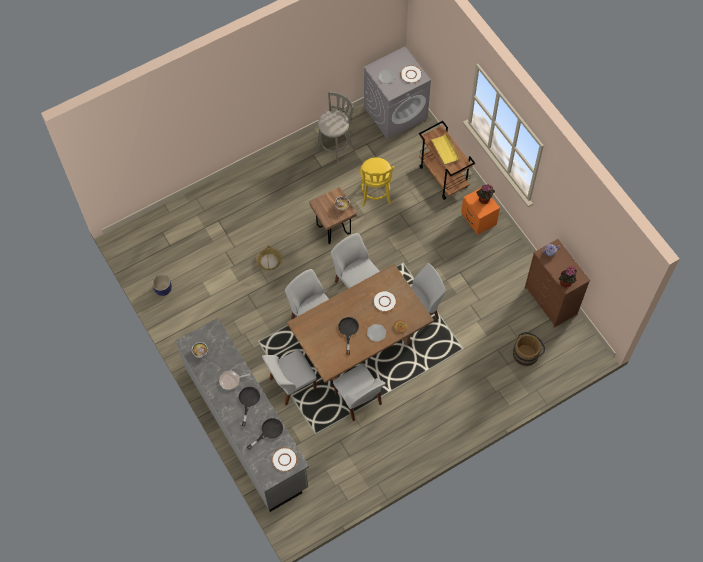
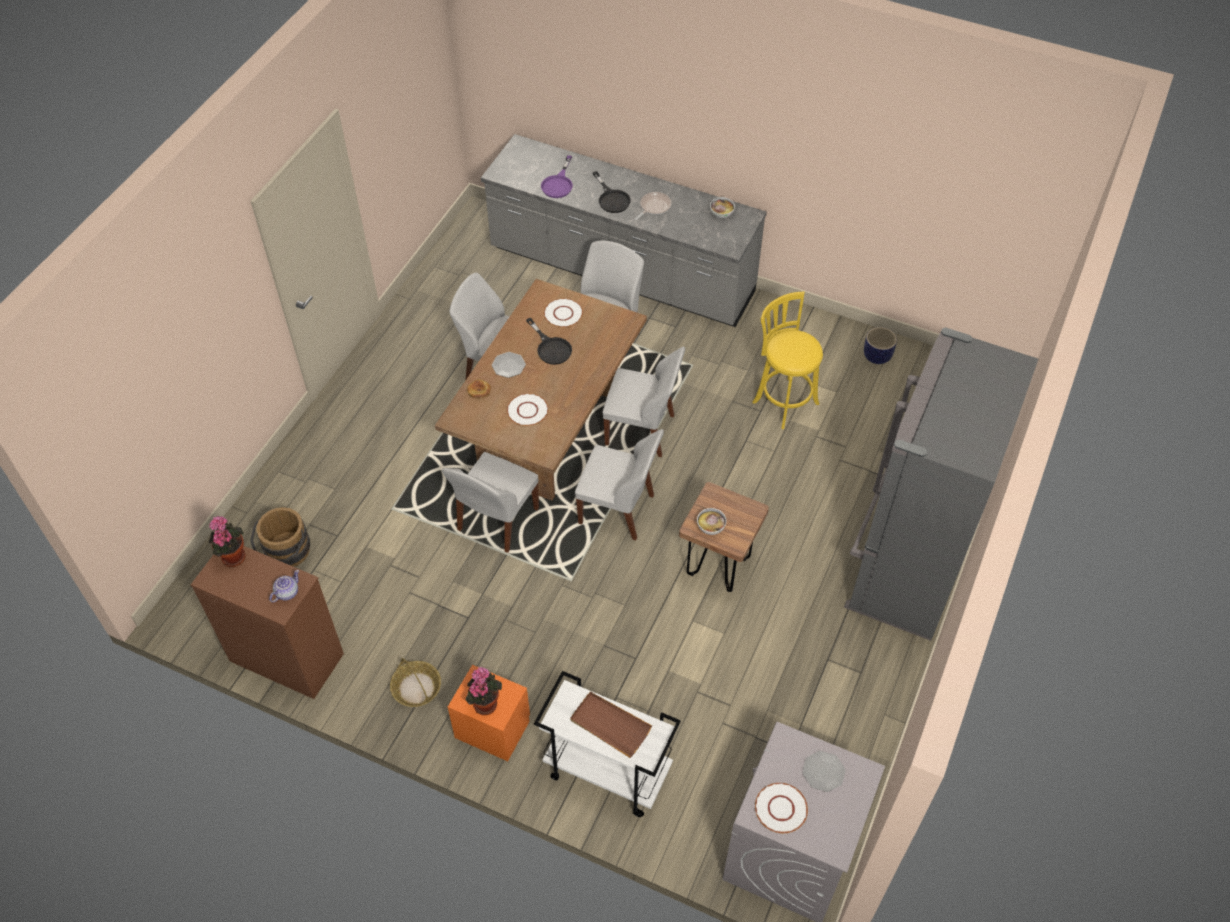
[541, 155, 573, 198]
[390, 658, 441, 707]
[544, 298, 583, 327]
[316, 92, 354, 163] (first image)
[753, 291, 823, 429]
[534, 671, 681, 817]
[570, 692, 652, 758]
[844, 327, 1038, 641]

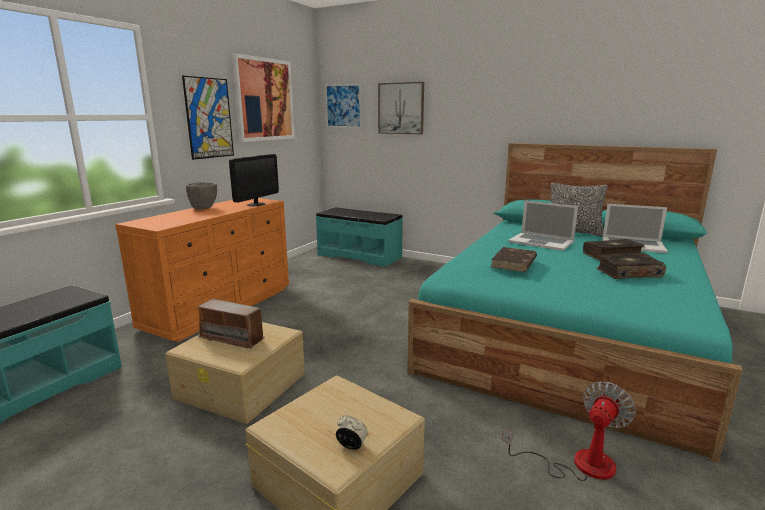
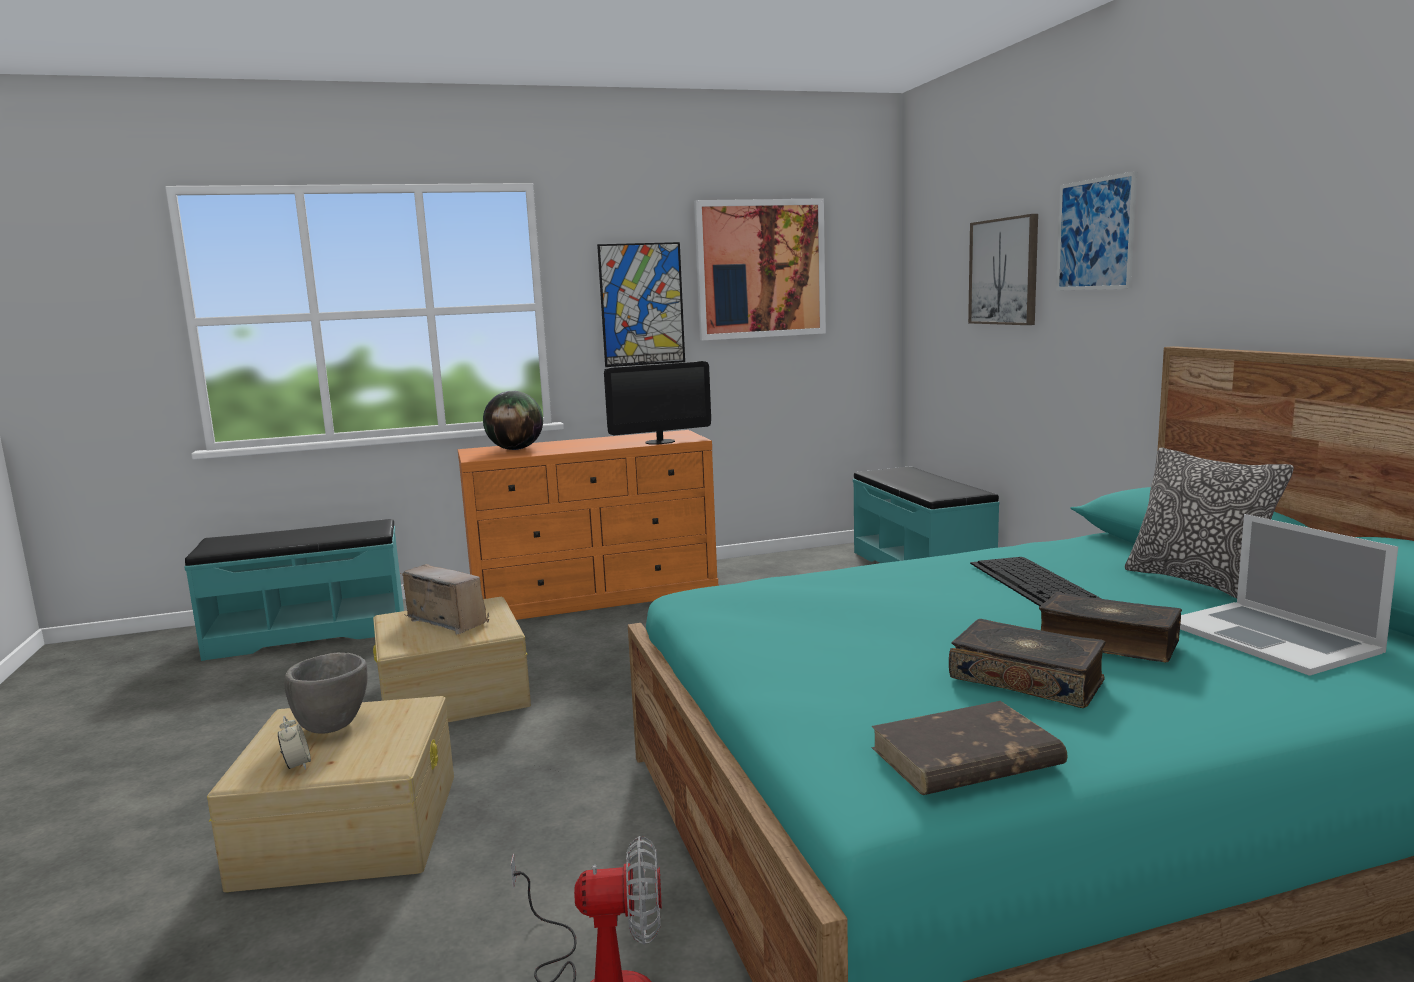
[284, 653, 367, 734]
[400, 564, 489, 635]
[1056, 171, 1137, 291]
[871, 701, 1068, 795]
[970, 557, 1102, 606]
[483, 391, 543, 450]

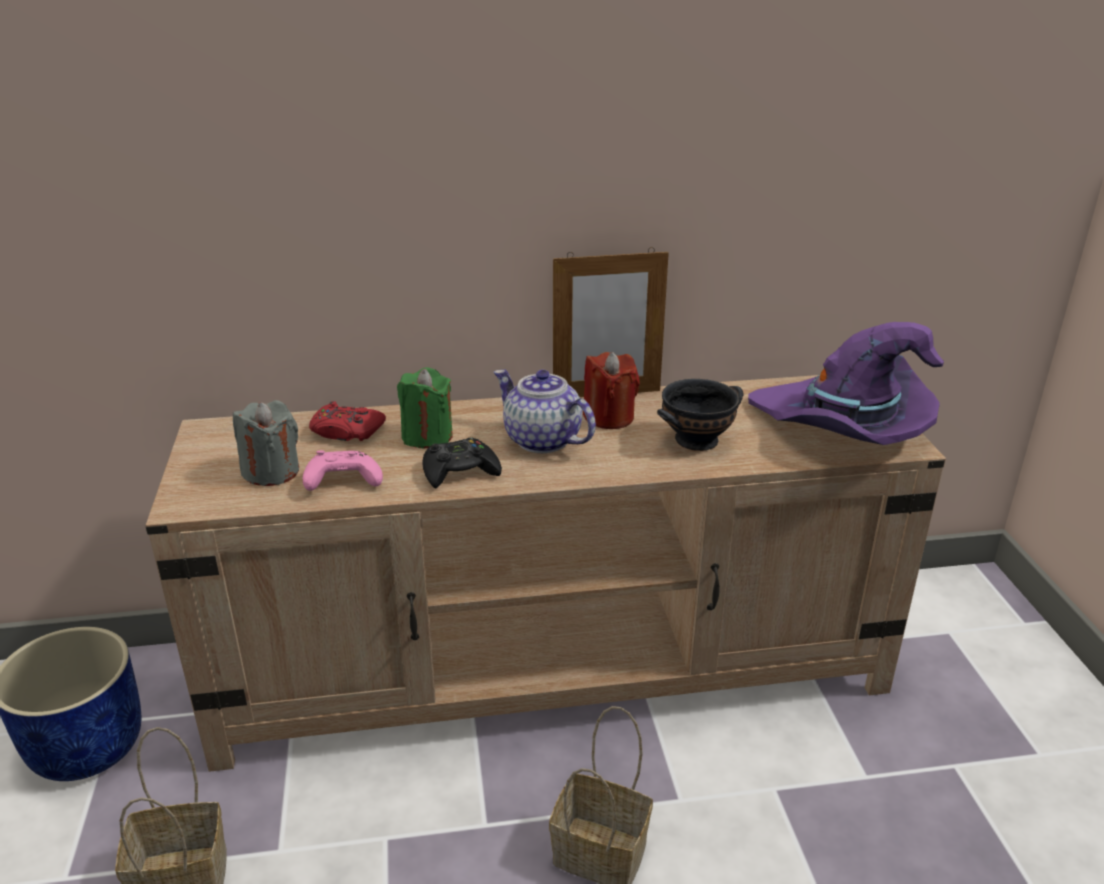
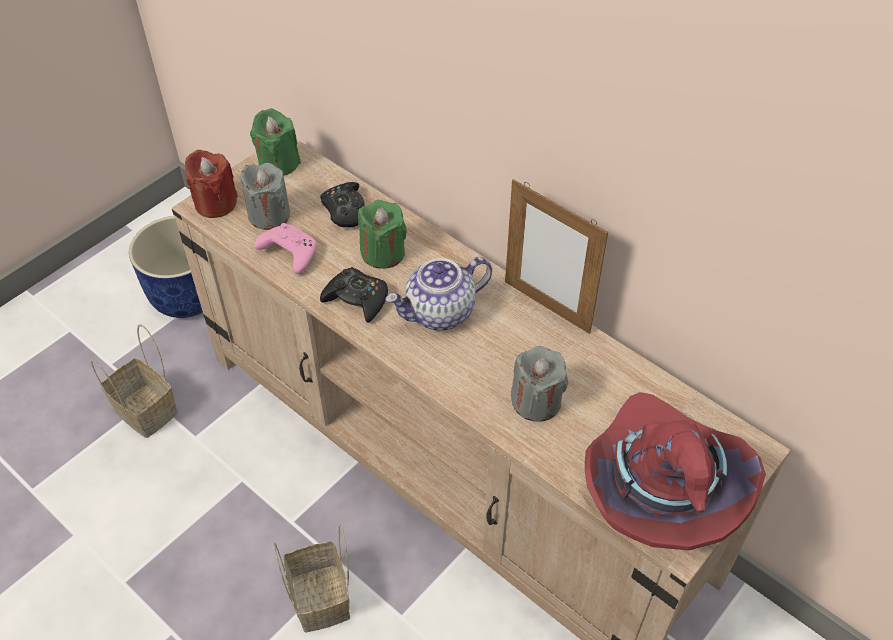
[320, 182, 364, 228]
[385, 257, 492, 330]
[185, 150, 238, 218]
[511, 346, 568, 422]
[585, 392, 766, 550]
[250, 109, 301, 176]

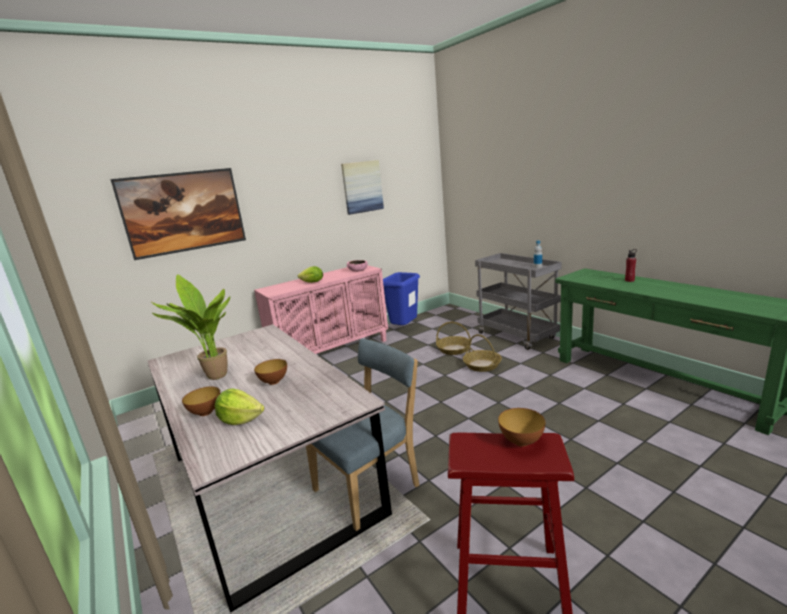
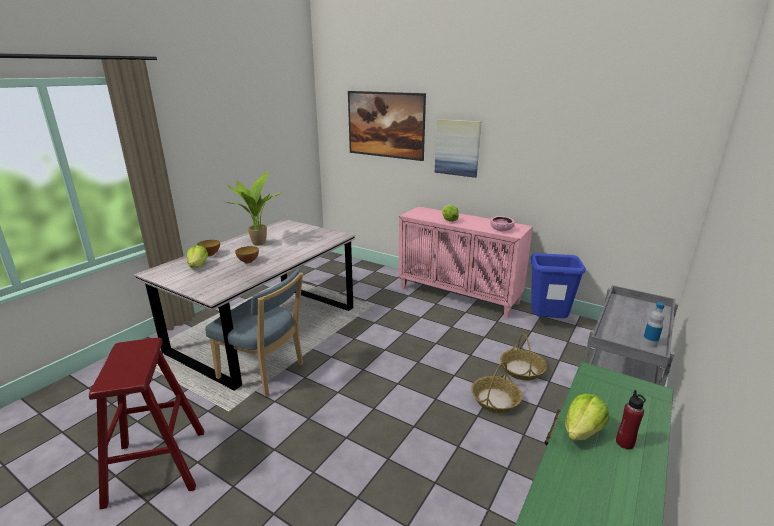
[435, 119, 481, 178]
[498, 408, 545, 447] (first image)
[565, 394, 609, 441]

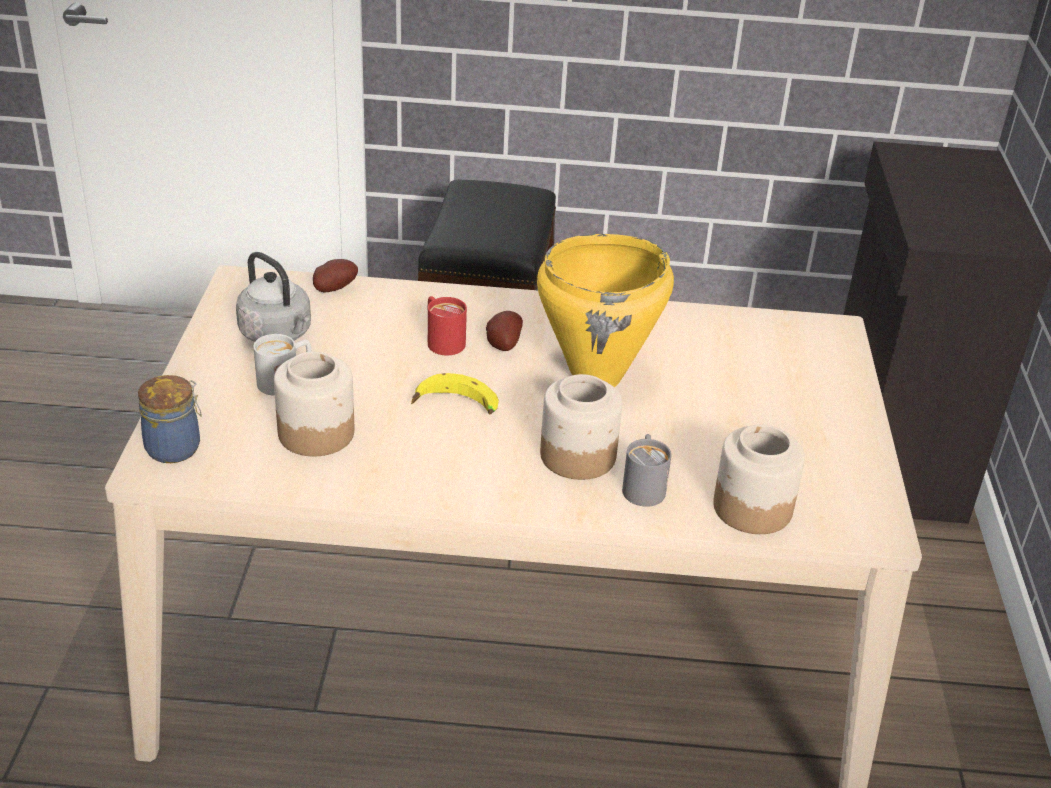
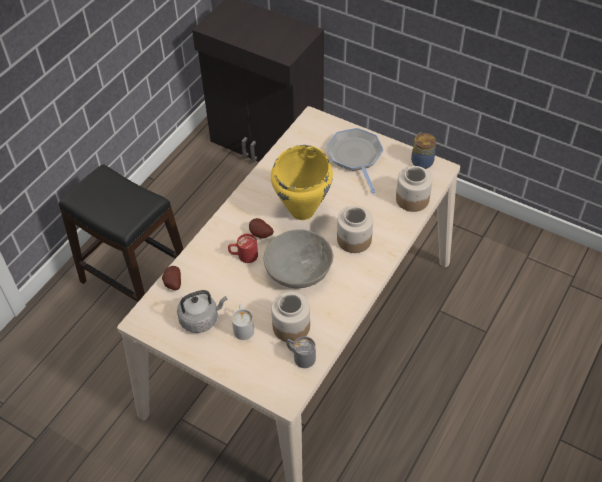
[411, 133, 436, 169]
[264, 229, 333, 288]
[286, 336, 316, 368]
[326, 128, 383, 194]

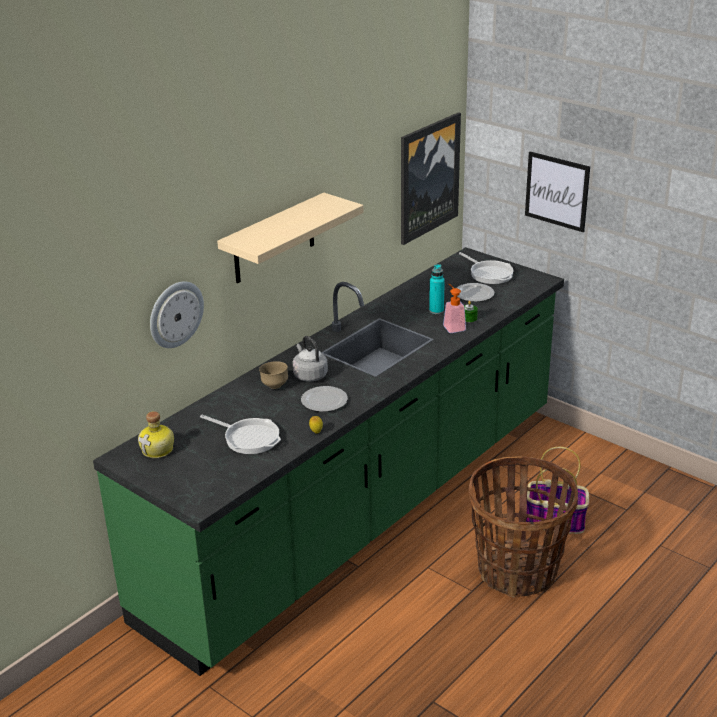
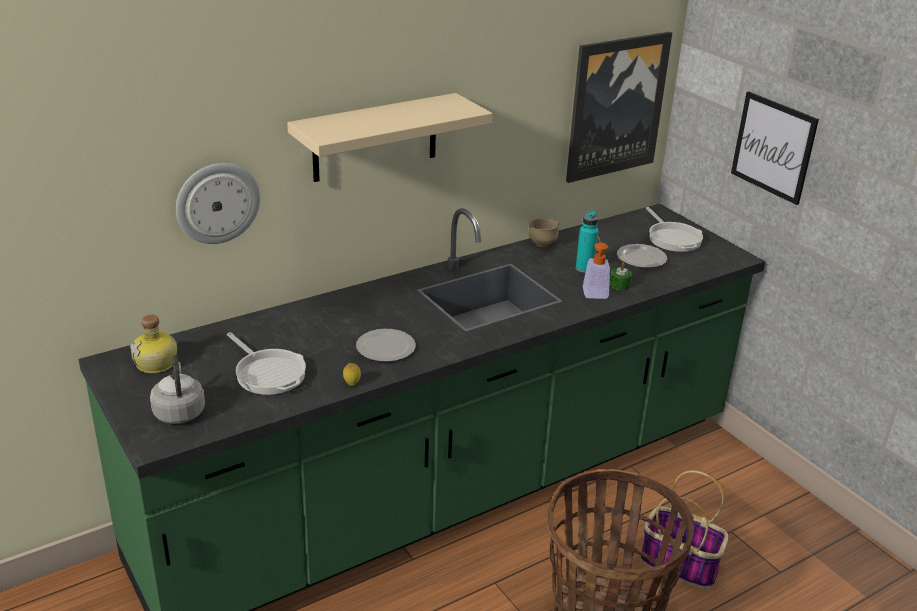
[529, 218, 559, 247]
[150, 355, 205, 424]

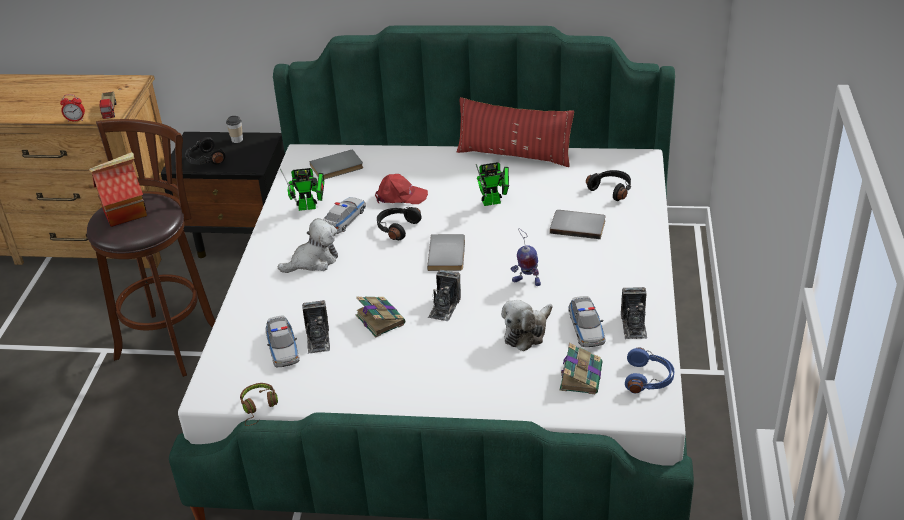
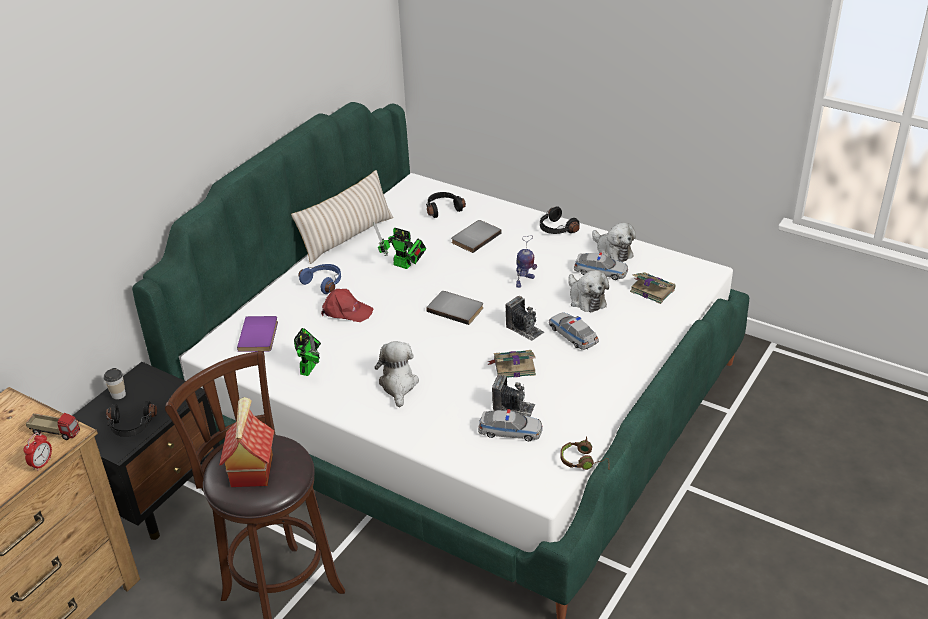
[237, 316, 278, 352]
[549, 312, 599, 350]
[321, 289, 374, 322]
[540, 206, 580, 234]
[291, 170, 393, 264]
[373, 223, 426, 269]
[592, 222, 636, 262]
[298, 264, 341, 294]

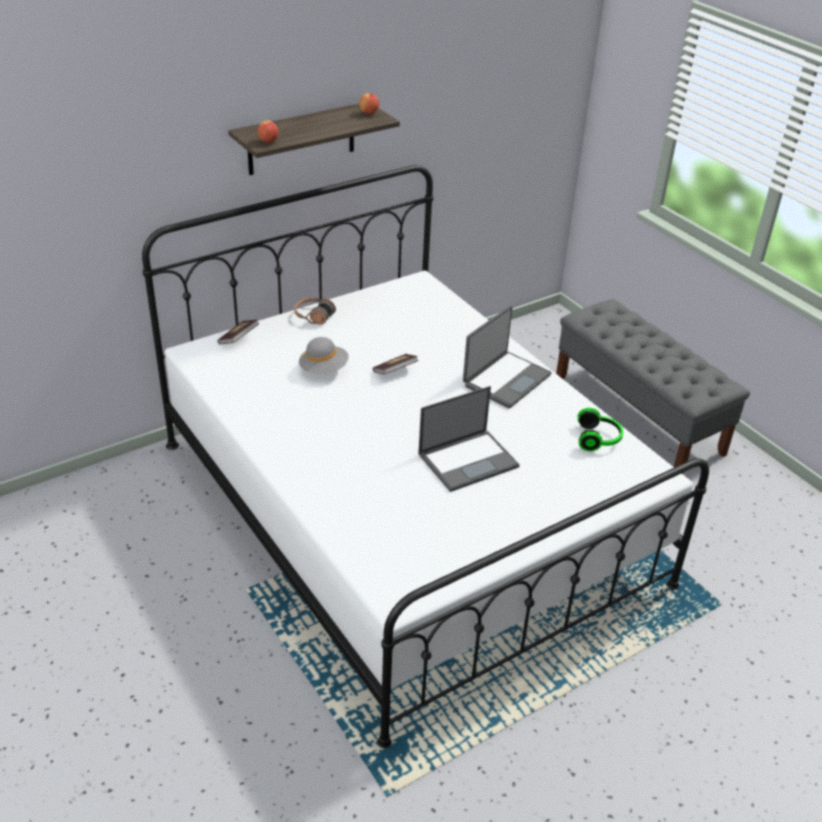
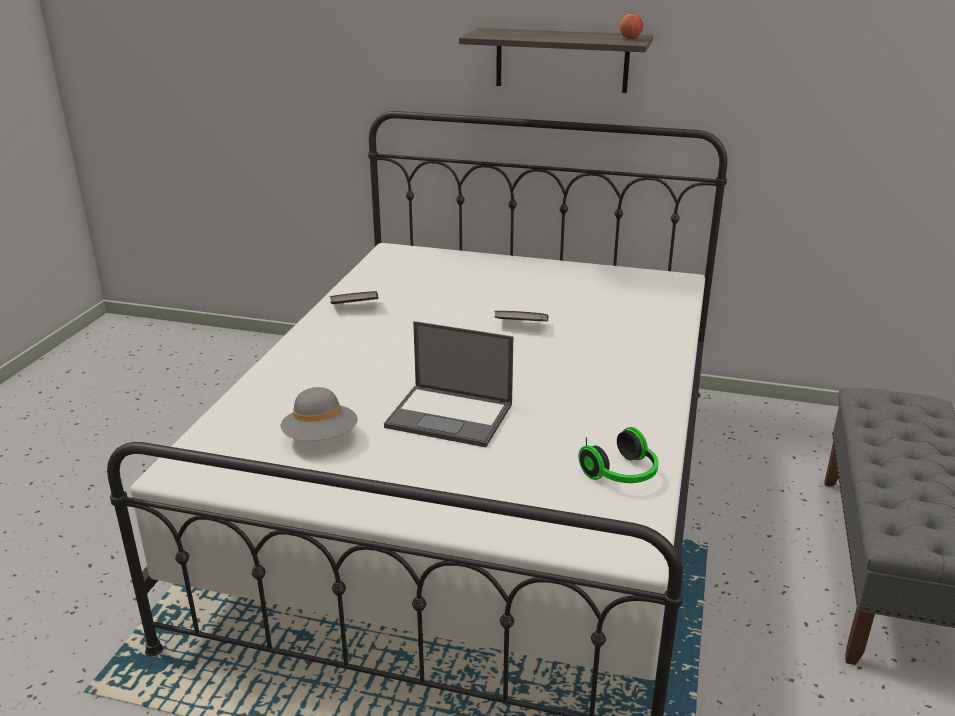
[329, 291, 378, 304]
[258, 121, 279, 143] (first image)
[294, 298, 336, 324] (first image)
[281, 387, 358, 441]
[463, 306, 552, 408] (first image)

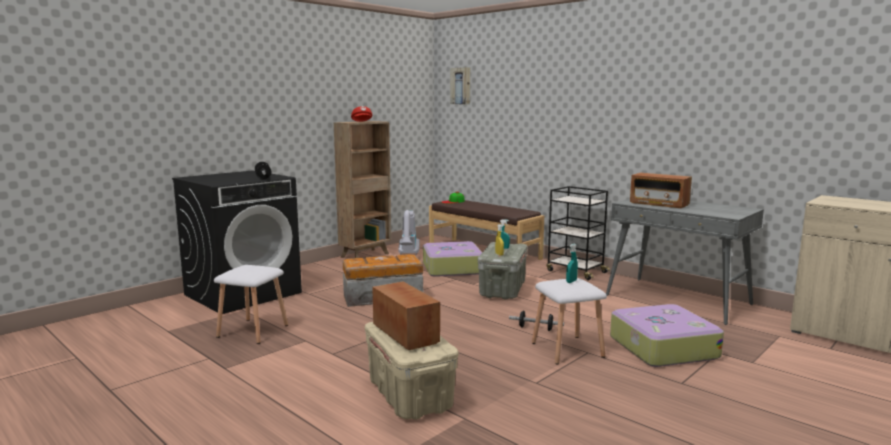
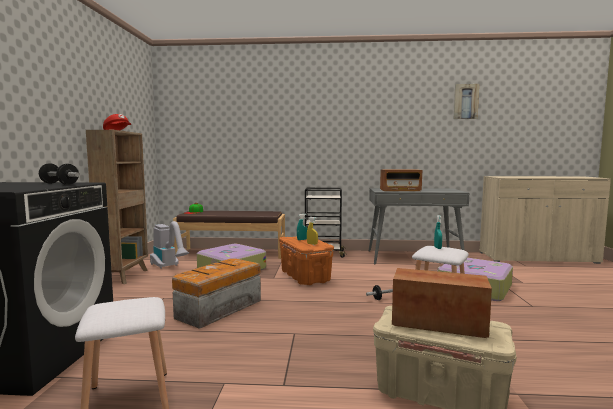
[454, 84, 479, 119]
[279, 237, 334, 285]

